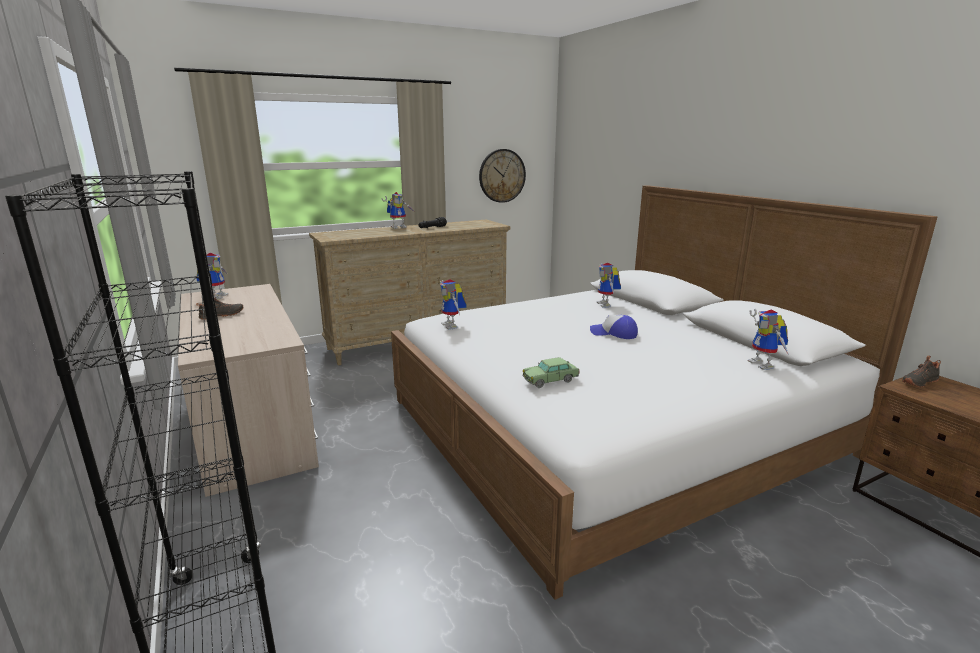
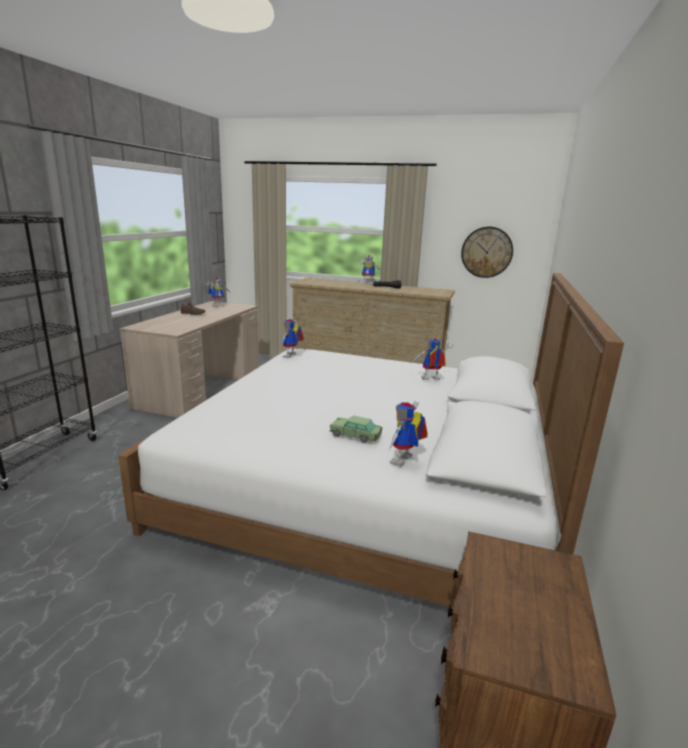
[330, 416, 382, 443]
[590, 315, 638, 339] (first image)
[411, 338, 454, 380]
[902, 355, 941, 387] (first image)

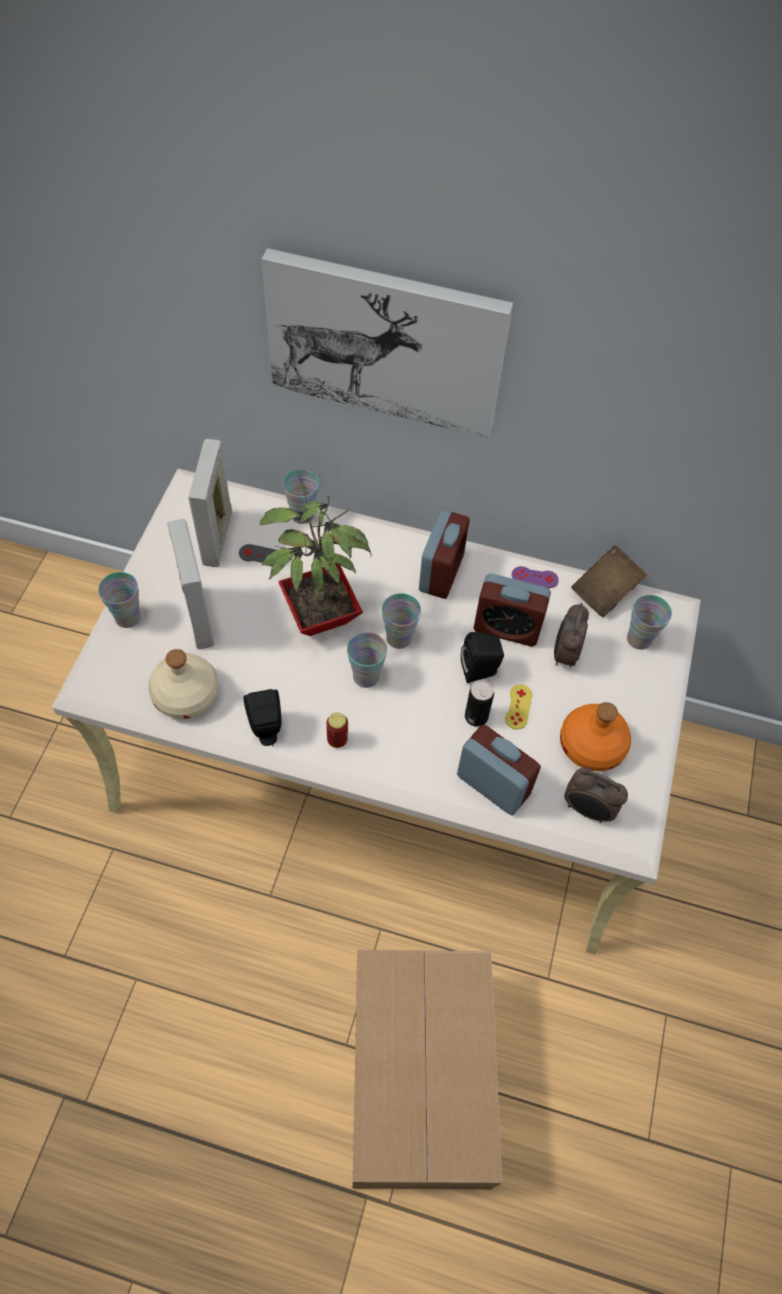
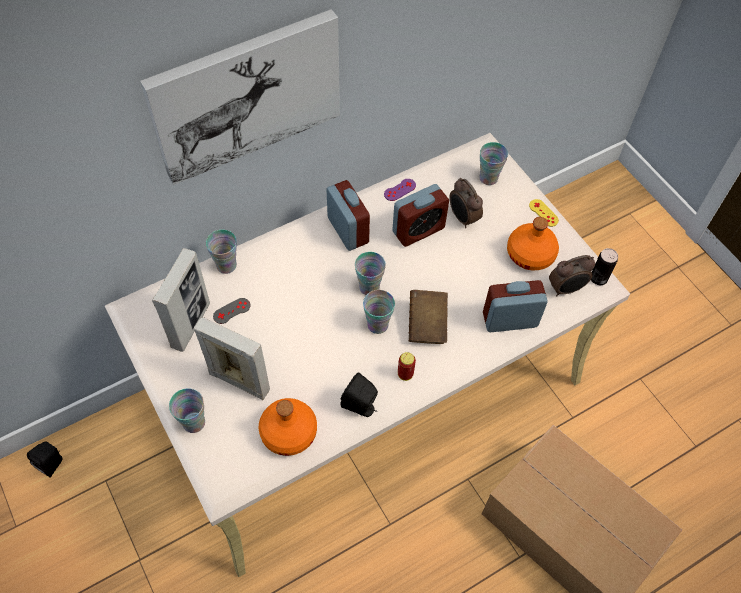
[259, 398, 317, 456]
[152, 248, 210, 352]
[260, 477, 371, 636] (first image)
[27, 441, 63, 478]
[591, 248, 618, 285]
[529, 199, 559, 227]
[409, 290, 448, 344]

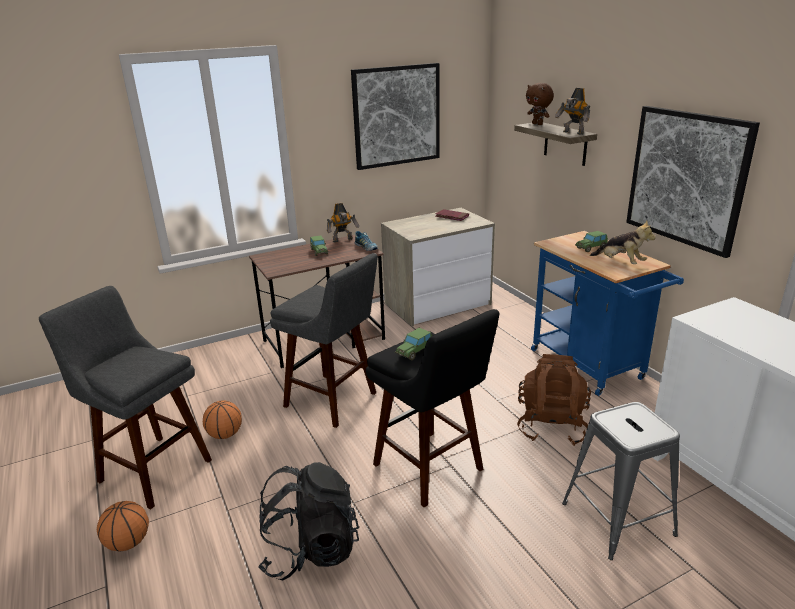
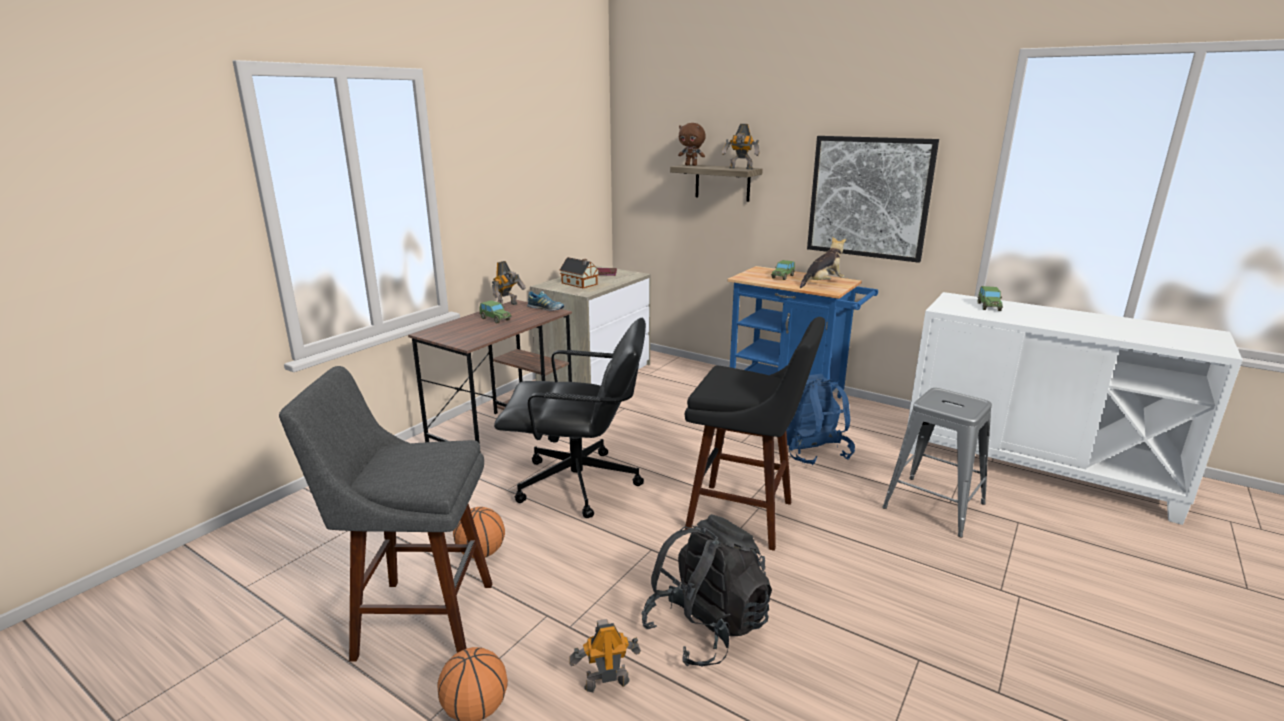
[494, 318, 646, 518]
[351, 63, 440, 170] (first image)
[978, 286, 1003, 311]
[786, 374, 855, 465]
[800, 236, 846, 288]
[559, 257, 599, 288]
[569, 619, 641, 693]

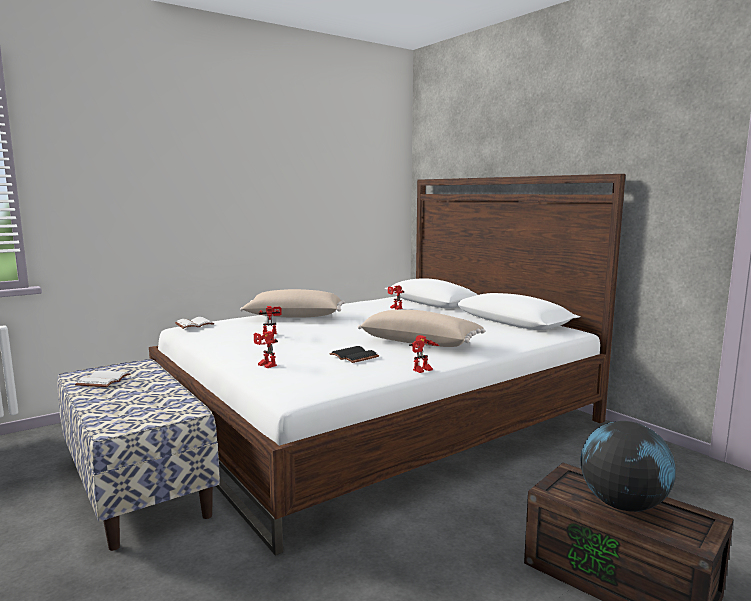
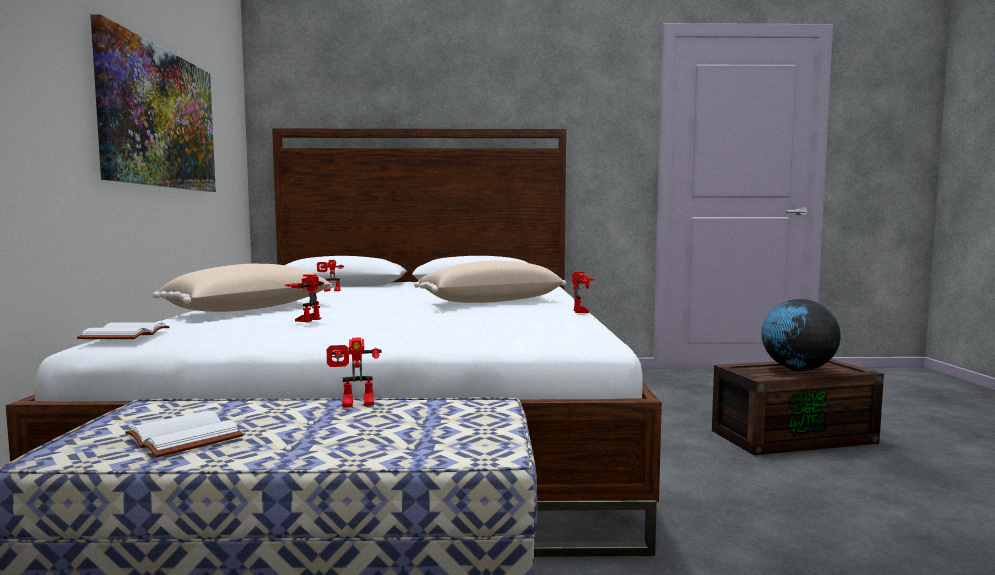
[327, 337, 382, 407]
[330, 346, 379, 363] (first image)
[90, 14, 216, 192]

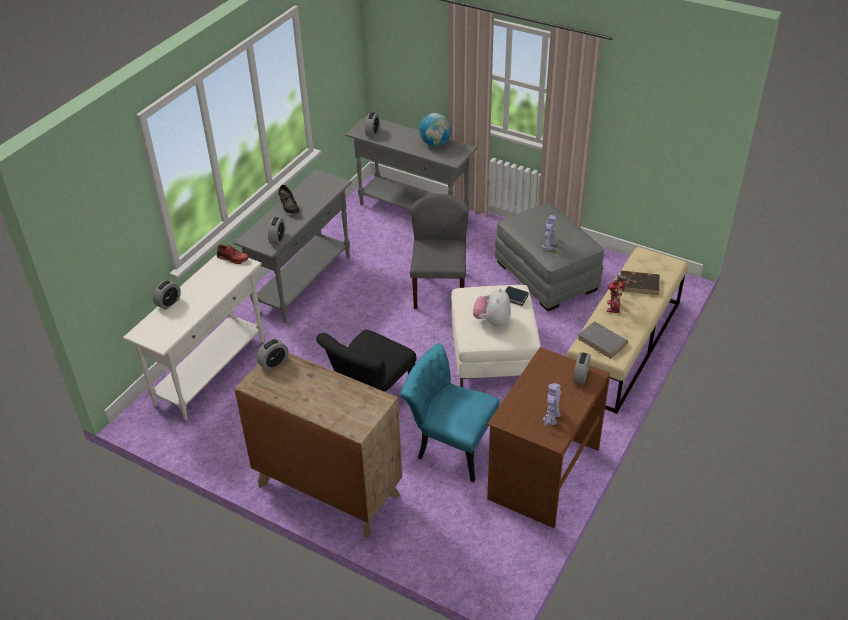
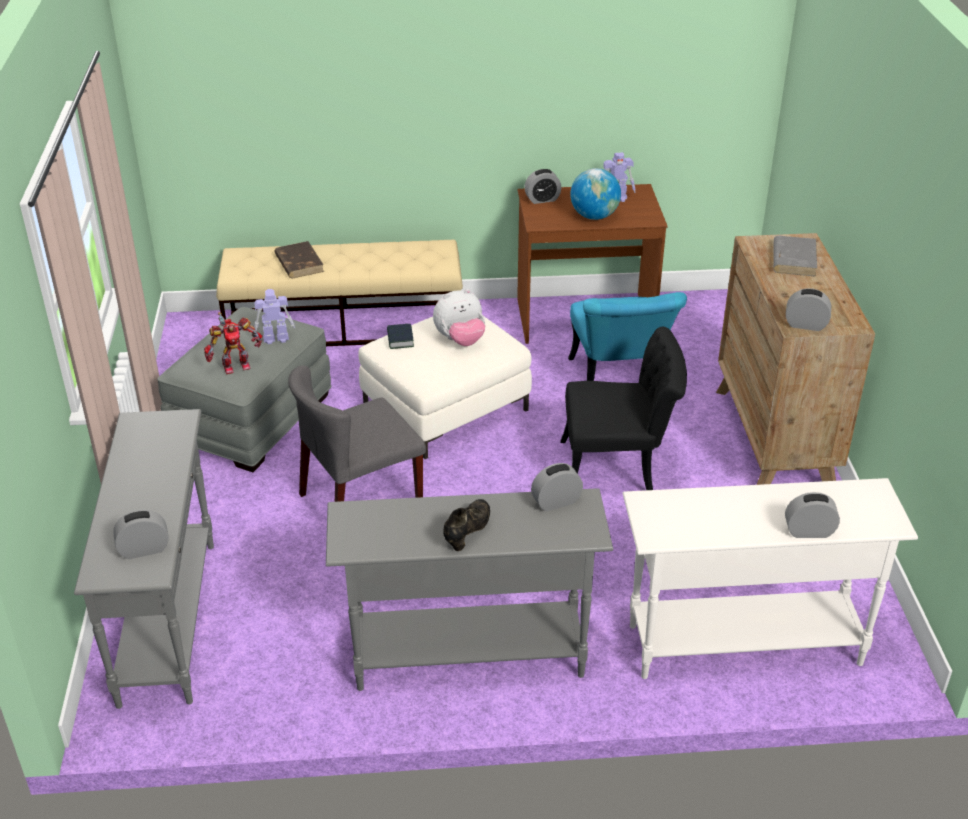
[217, 244, 249, 264] (first image)
[570, 168, 621, 220]
[773, 236, 817, 277]
[204, 312, 262, 374]

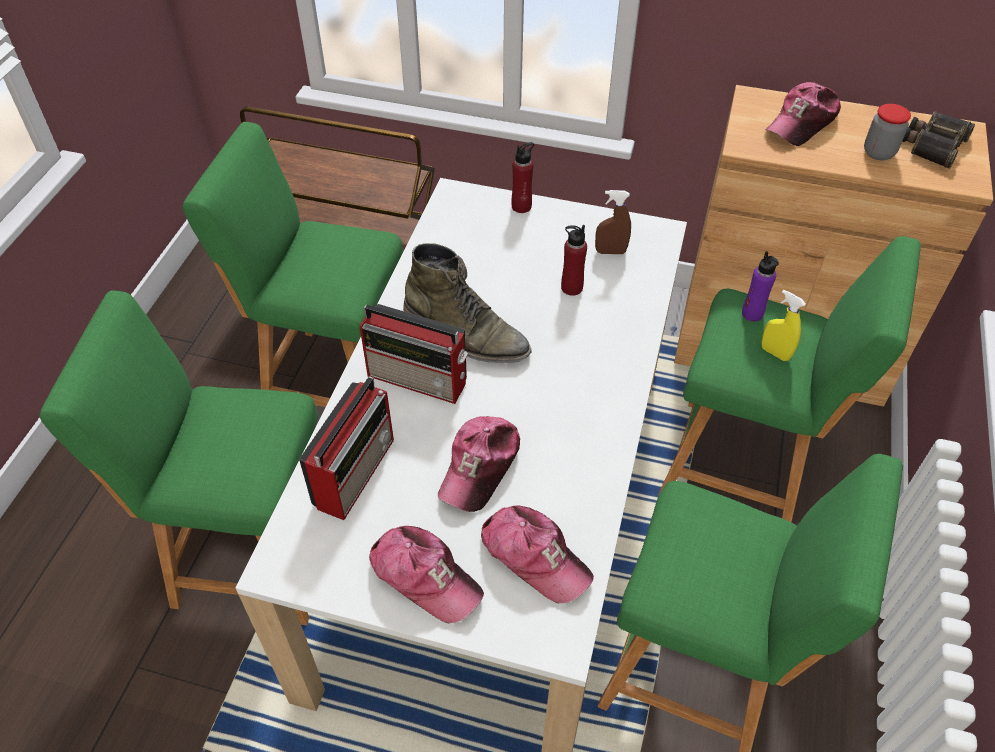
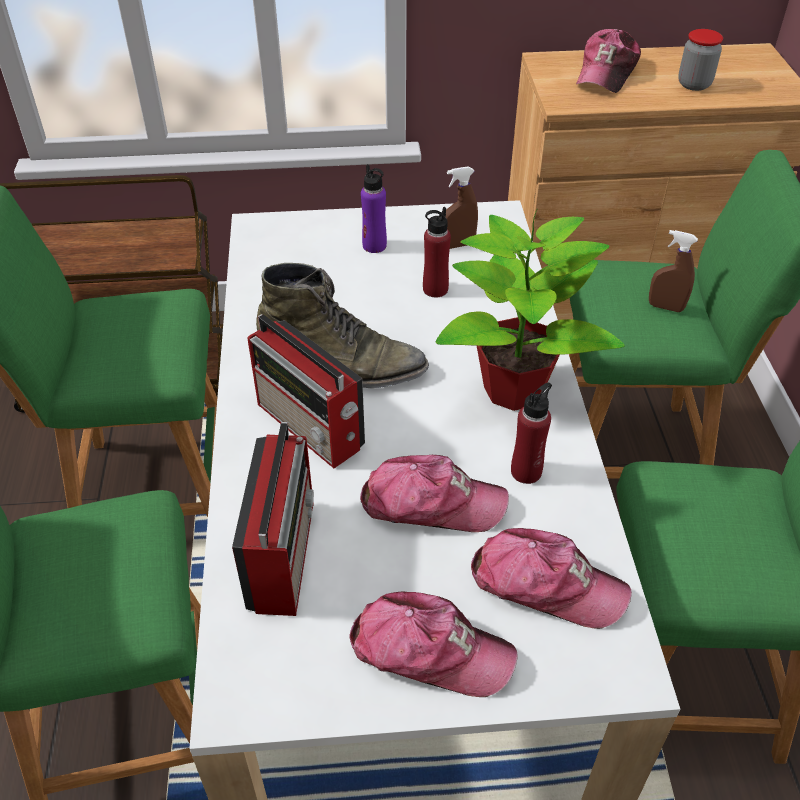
[247, 314, 365, 469]
[360, 455, 509, 532]
[511, 382, 552, 484]
[361, 164, 387, 253]
[649, 230, 698, 312]
[902, 111, 975, 169] (first image)
[436, 208, 625, 411]

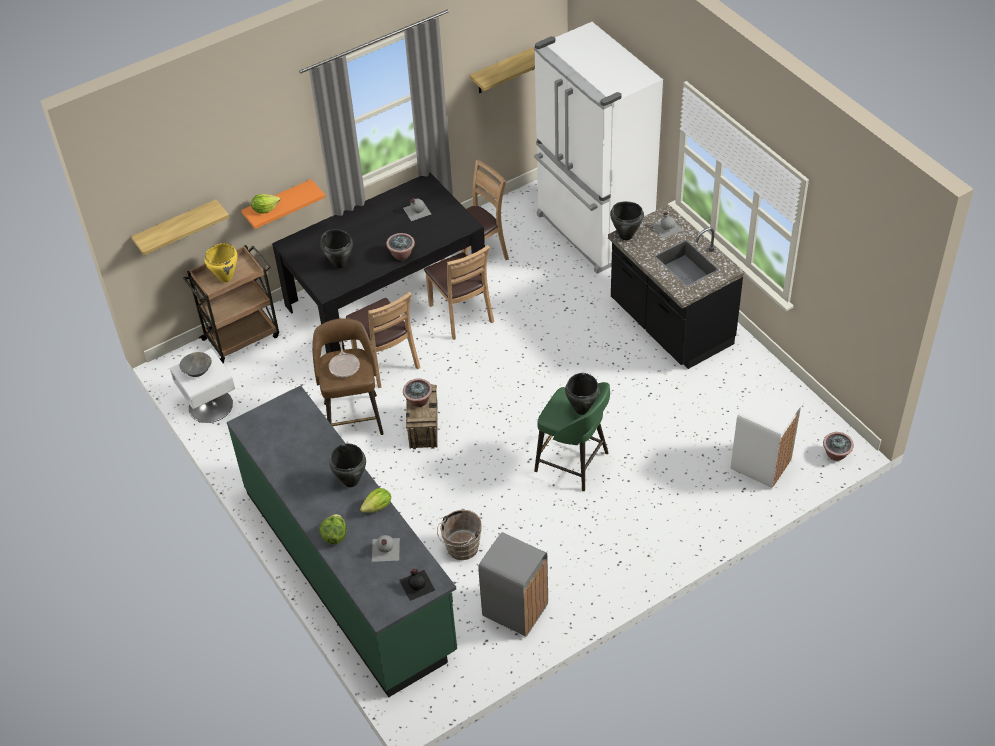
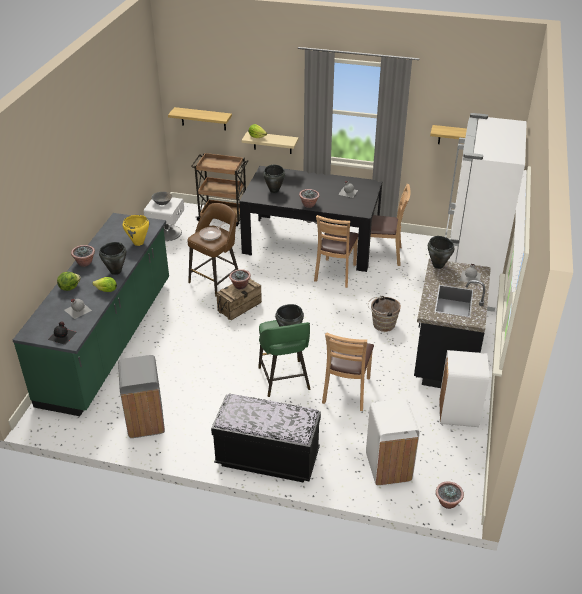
[123, 215, 149, 246]
[242, 132, 299, 154]
[322, 332, 374, 411]
[368, 296, 401, 332]
[71, 245, 95, 267]
[211, 394, 321, 483]
[439, 350, 489, 427]

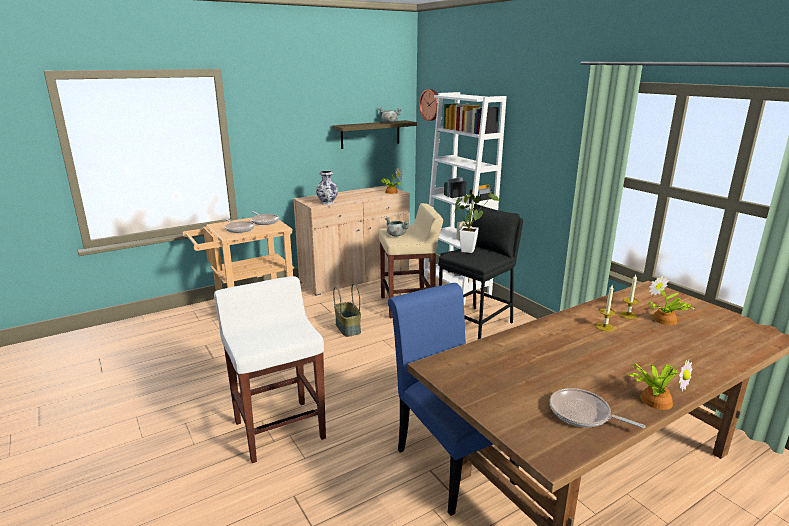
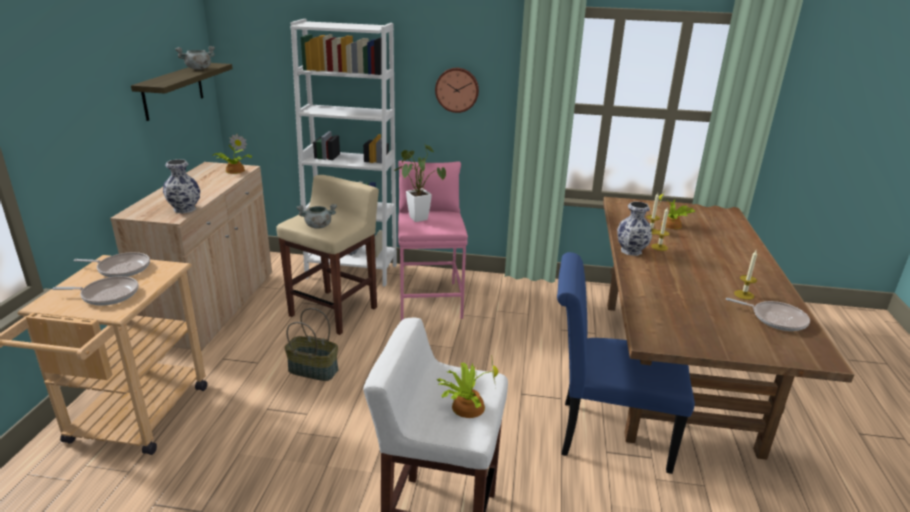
[435, 68, 479, 113]
[398, 161, 468, 320]
[726, 298, 810, 331]
[437, 354, 498, 418]
[617, 201, 652, 256]
[734, 251, 757, 300]

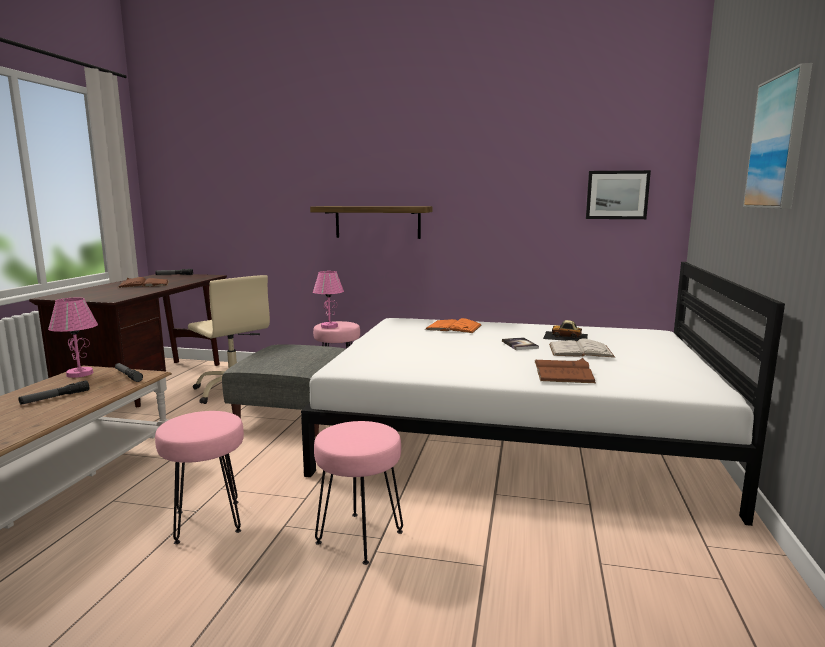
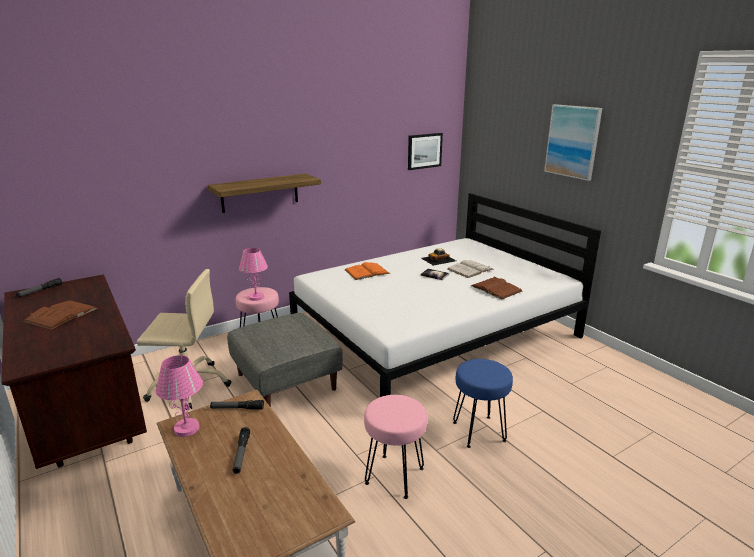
[453, 359, 513, 448]

